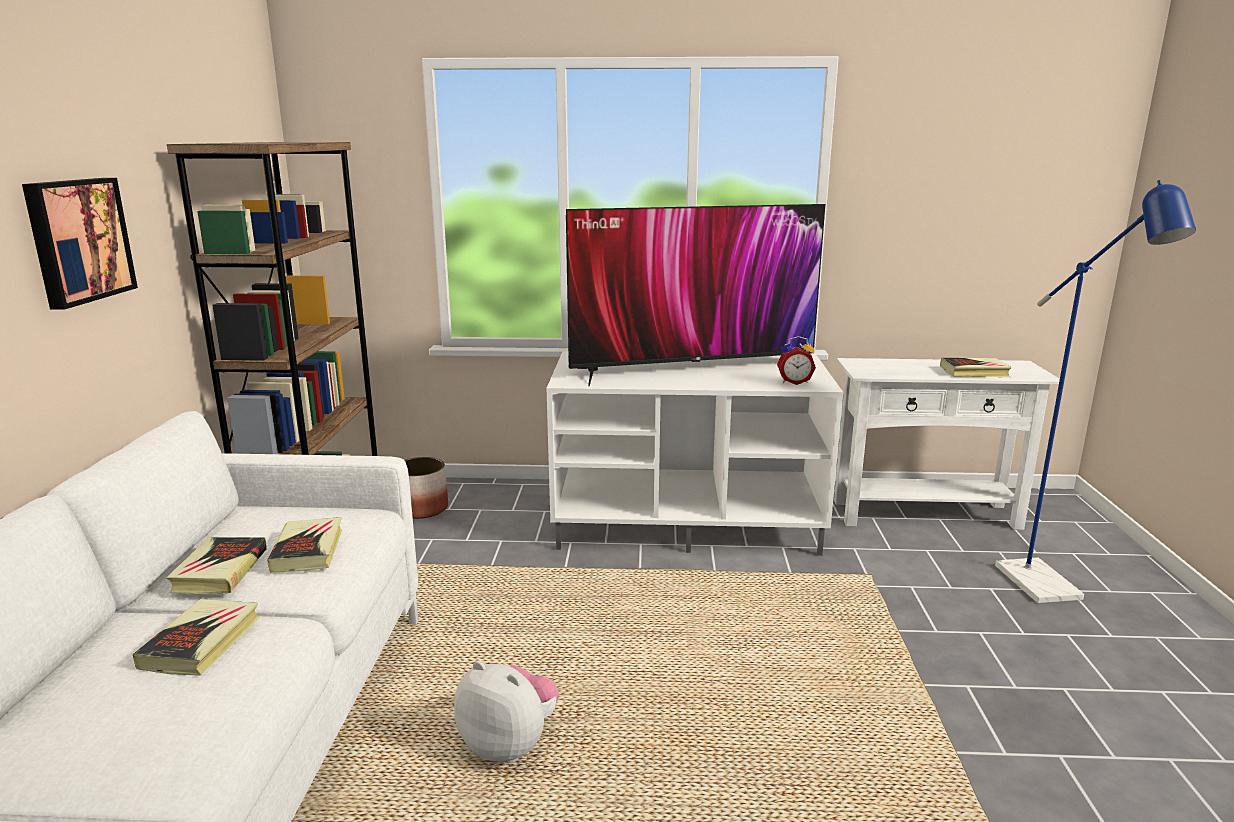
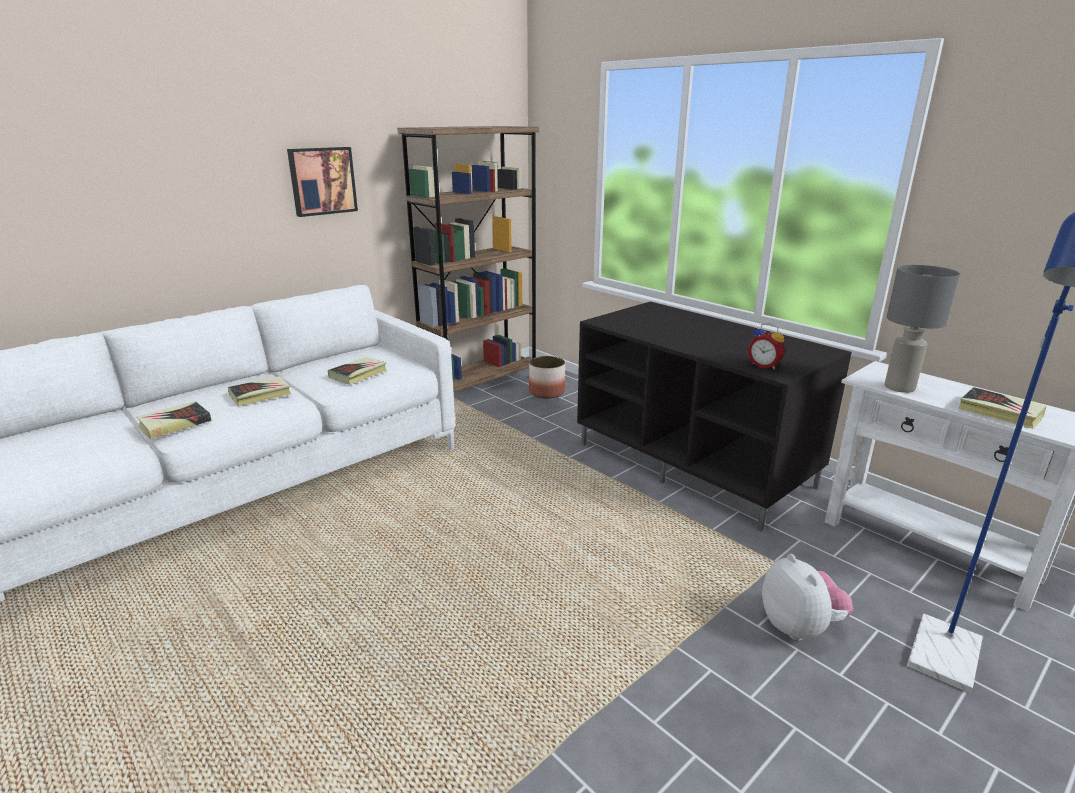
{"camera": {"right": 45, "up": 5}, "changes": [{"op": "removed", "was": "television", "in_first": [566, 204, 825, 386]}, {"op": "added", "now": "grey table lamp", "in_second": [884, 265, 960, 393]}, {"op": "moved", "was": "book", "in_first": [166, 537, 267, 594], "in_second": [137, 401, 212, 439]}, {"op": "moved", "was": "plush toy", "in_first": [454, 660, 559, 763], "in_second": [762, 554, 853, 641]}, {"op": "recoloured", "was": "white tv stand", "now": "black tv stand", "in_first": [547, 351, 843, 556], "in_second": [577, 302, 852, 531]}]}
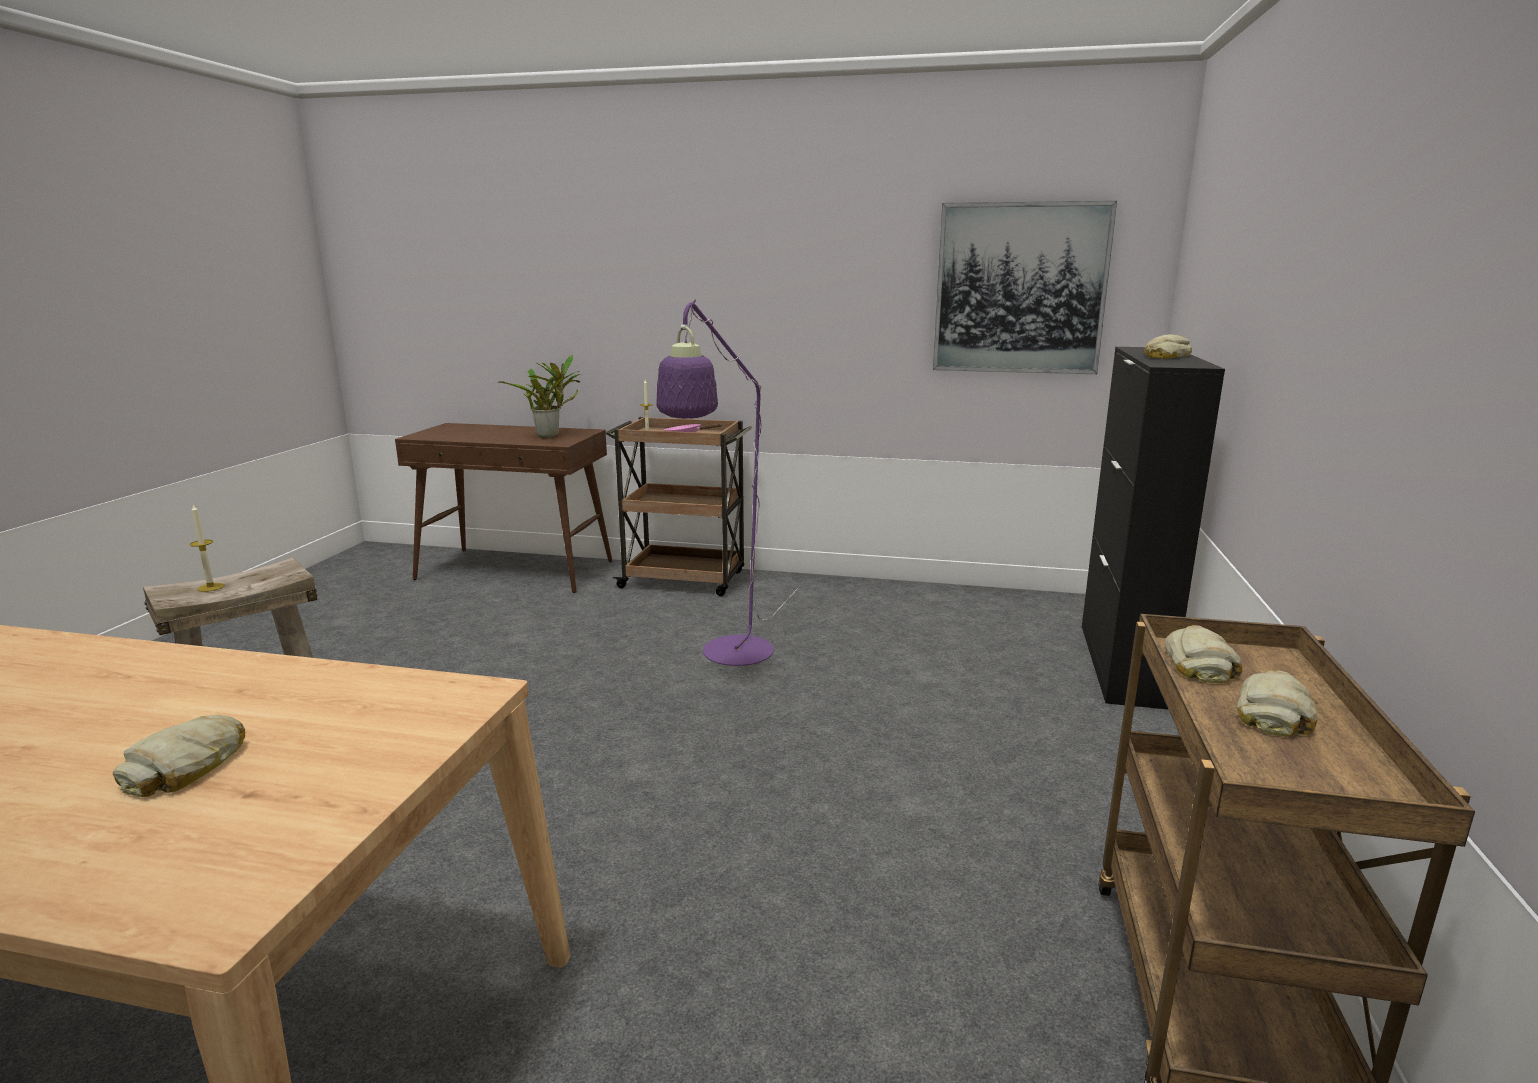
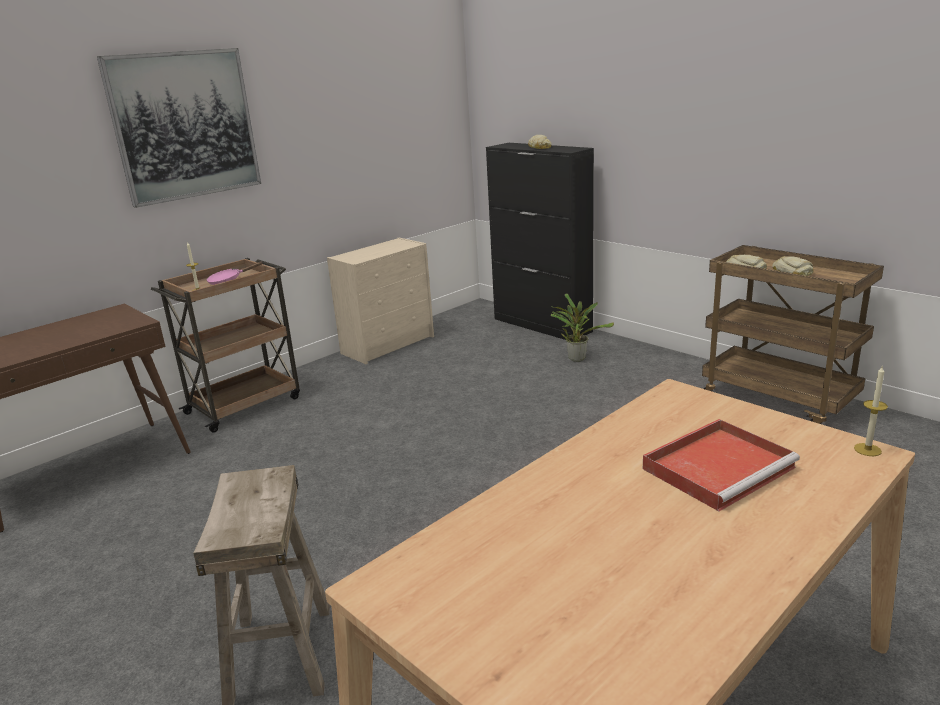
{"camera": {"right": -55, "up": 5}, "changes": [{"op": "removed", "was": "purple floor lamp", "in_first": [656, 299, 802, 666]}, {"op": "added", "now": "beige dresser", "in_second": [327, 238, 434, 364]}, {"op": "moved", "was": "candle", "in_first": [190, 504, 224, 592], "in_second": [854, 365, 888, 456]}, {"op": "moved", "was": "potted plant", "in_first": [498, 355, 580, 438], "in_second": [551, 293, 614, 362]}, {"op": "moved", "was": "picture", "in_first": [933, 201, 1117, 374], "in_second": [97, 48, 261, 208]}, {"op": "replaced", "was": "bread", "now": "red tray", "in_first": [113, 715, 245, 797], "in_second": [643, 419, 800, 512]}]}
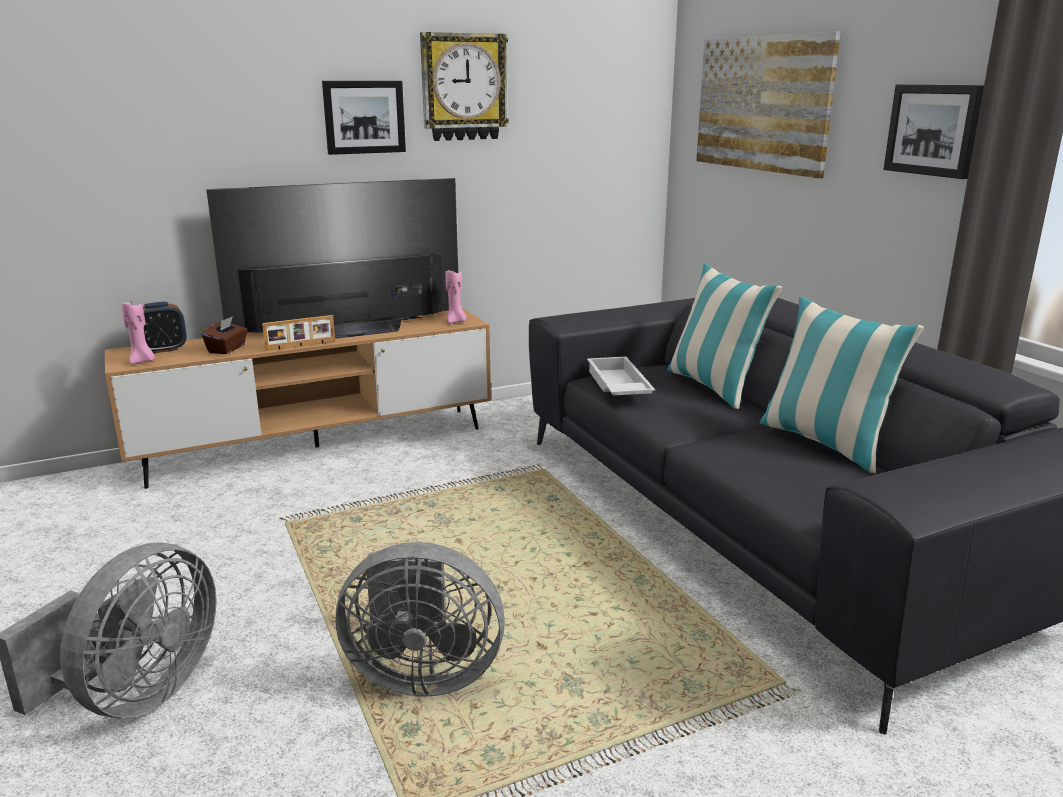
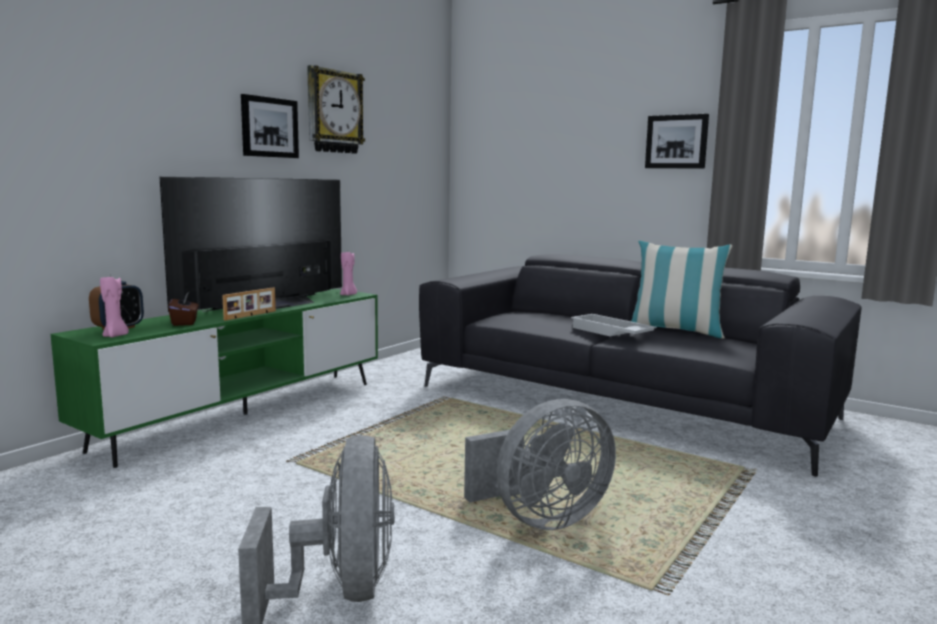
{"camera": {"right": -30, "up": -10}, "changes": [{"op": "removed", "was": "pillow", "in_first": [667, 264, 782, 409]}, {"op": "removed", "was": "picture", "in_first": [696, 31, 841, 178]}, {"op": "moved", "was": "white tray", "in_first": [587, 357, 655, 396], "in_second": [571, 314, 657, 336]}, {"op": "recoloured", "was": "brown tv stand", "now": "green tv stand", "in_first": [105, 308, 491, 489], "in_second": [51, 289, 378, 468]}]}
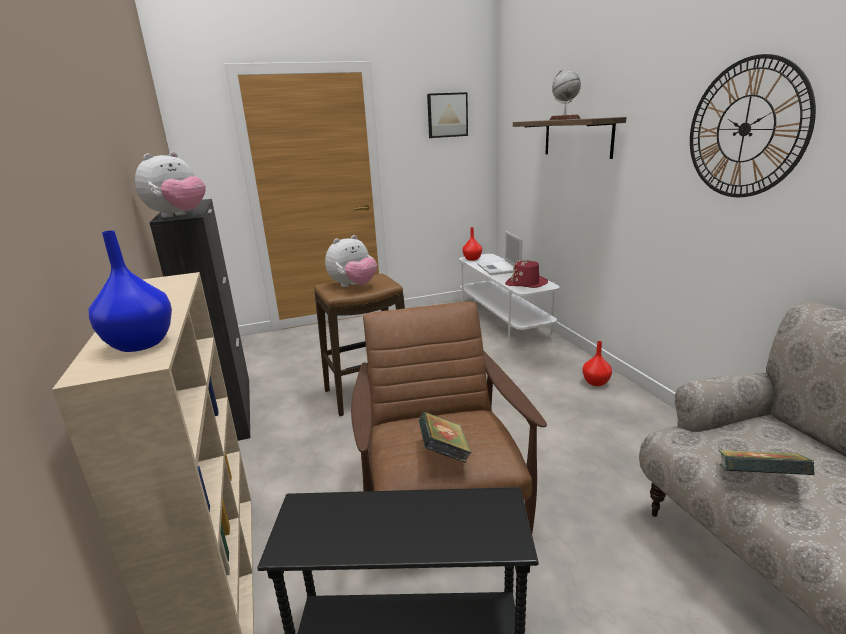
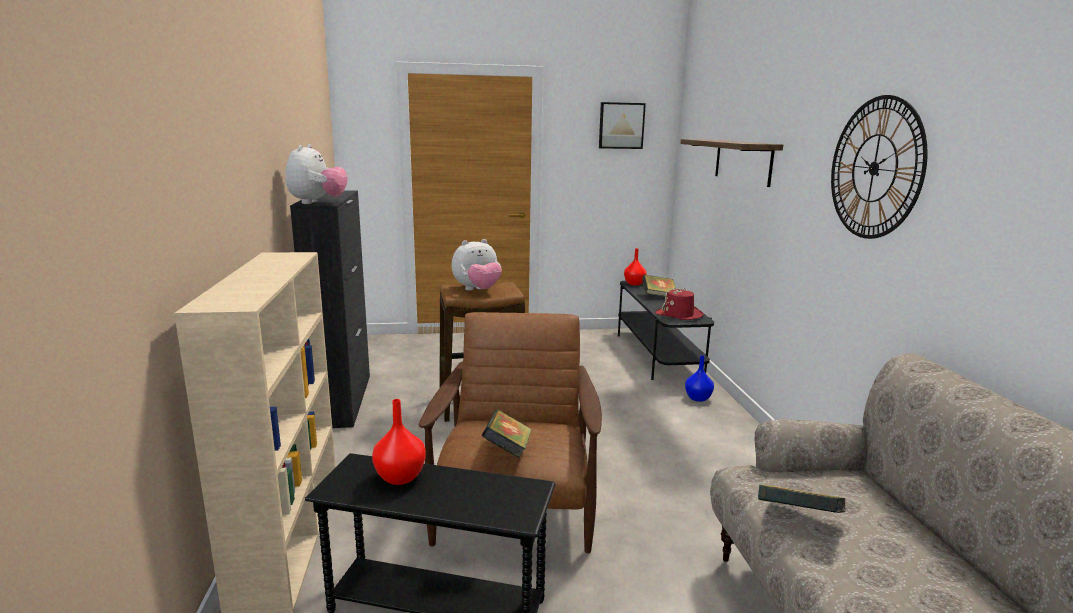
{"camera": {"right": 10, "up": -5}, "changes": [{"op": "removed", "was": "globe", "in_first": [549, 70, 581, 120]}, {"op": "moved", "was": "blue vase", "in_first": [88, 230, 172, 352], "in_second": [685, 355, 714, 402]}, {"op": "moved", "was": "red vase", "in_first": [582, 341, 612, 386], "in_second": [372, 399, 426, 485]}, {"op": "replaced", "was": "laptop", "now": "book", "in_first": [477, 231, 522, 275], "in_second": [642, 275, 676, 297]}, {"op": "recoloured", "was": "white tv stand", "now": "black tv stand", "in_first": [459, 254, 559, 344], "in_second": [618, 281, 714, 380]}, {"op": "turned", "was": "plush toy", "in_first": [135, 152, 206, 218], "in_second": [286, 144, 348, 204], "clockwise": -45}]}
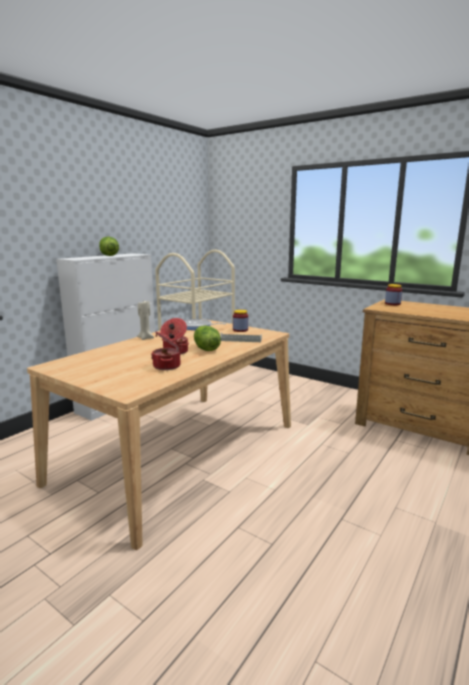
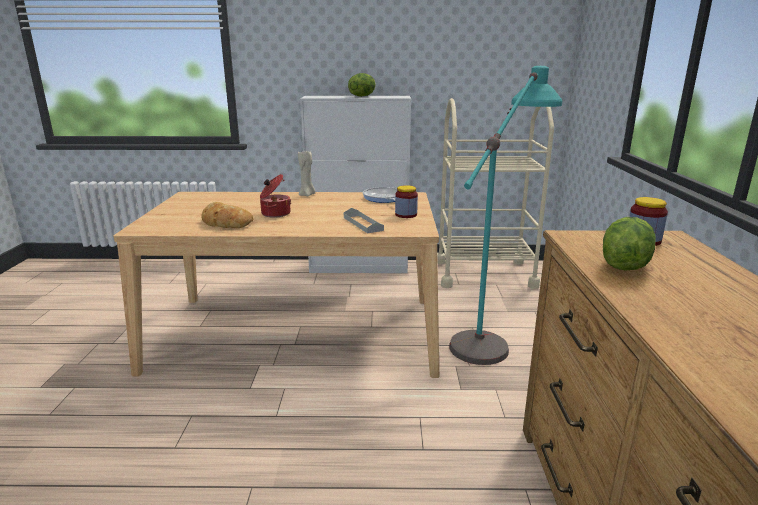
{"camera": {"right": 55, "up": 5}, "changes": [{"op": "added", "now": "turquoise floor lamp", "in_second": [449, 66, 562, 365]}, {"op": "moved", "was": "lettuce", "in_first": [194, 326, 221, 351], "in_second": [603, 217, 656, 271]}, {"op": "replaced", "was": "cooking pot", "now": "bread", "in_first": [151, 332, 181, 370], "in_second": [201, 202, 254, 228]}]}
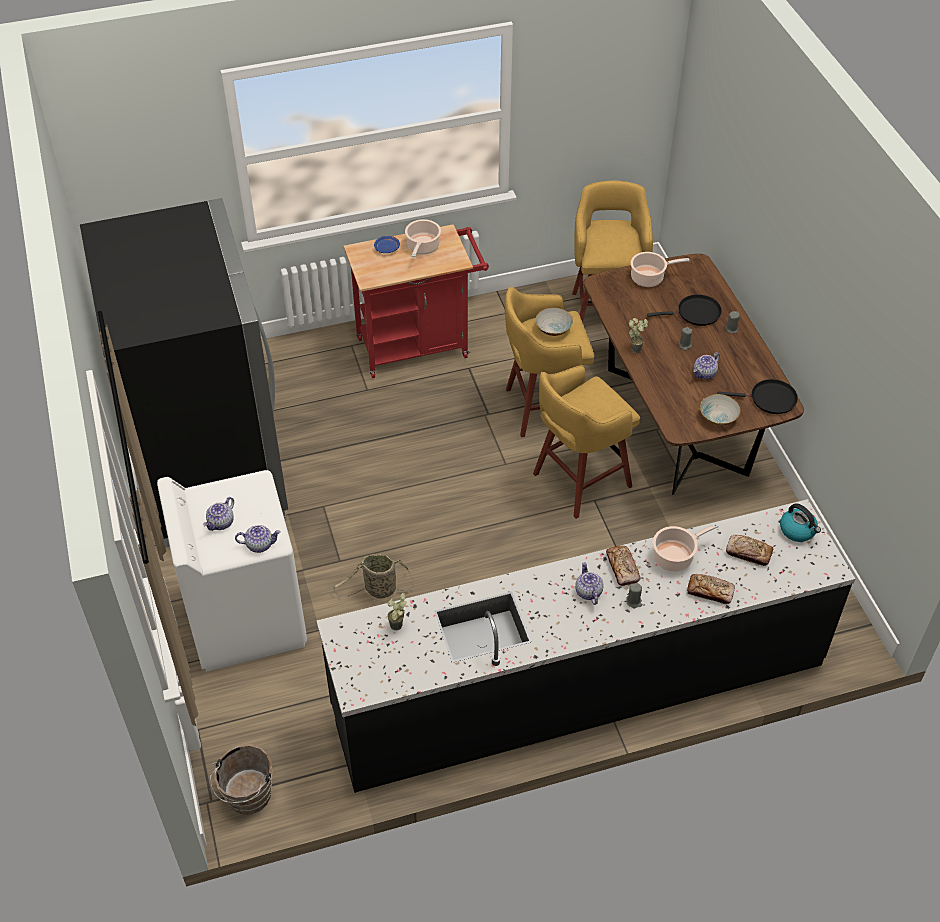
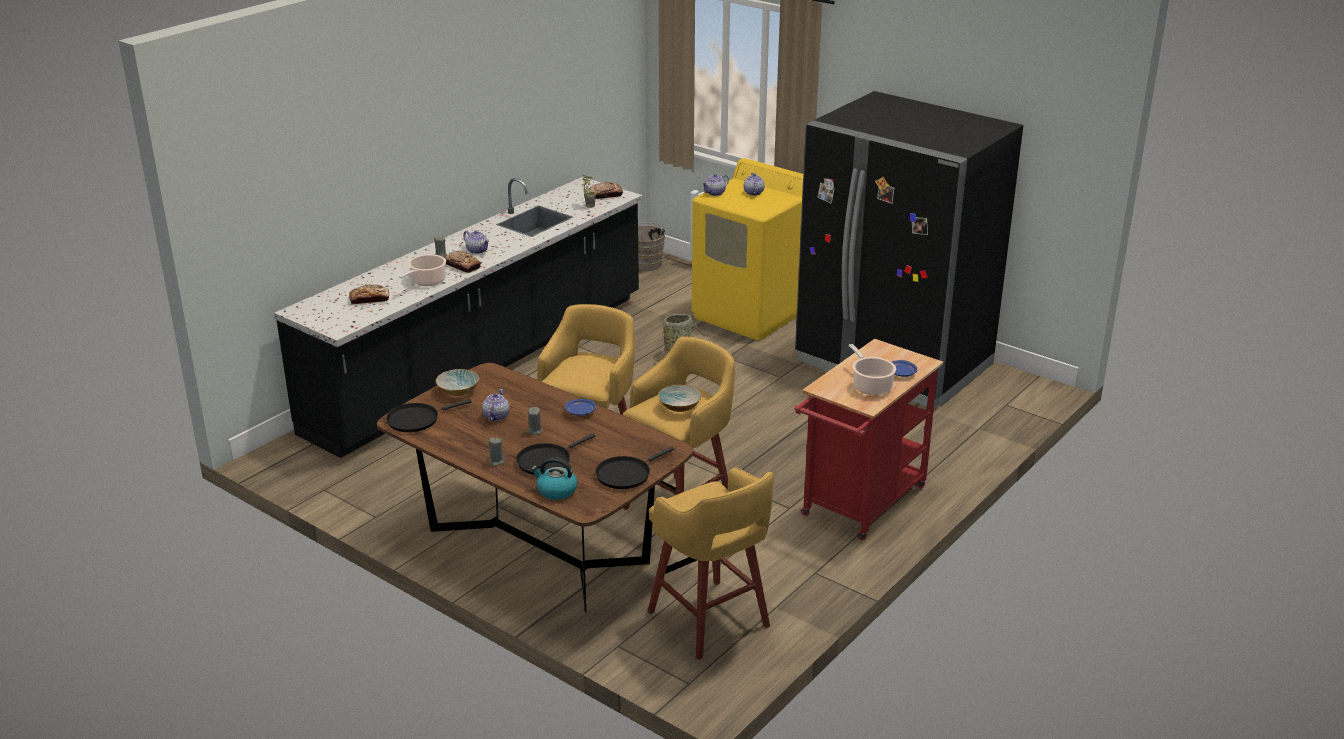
{"camera": {"right": 145, "up": -20}, "changes": [{"op": "moved", "was": "bread", "in_first": [687, 574, 735, 604], "in_second": [589, 182, 623, 199]}, {"op": "moved", "was": "kettle", "in_first": [780, 503, 821, 542], "in_second": [531, 457, 577, 500]}, {"op": "replaced", "was": "potted plant", "now": "blue plate", "in_first": [629, 318, 648, 354], "in_second": [565, 399, 596, 416]}, {"op": "replaced", "was": "cooking pot", "now": "black frying pan", "in_first": [631, 252, 689, 287], "in_second": [595, 446, 674, 489]}, {"op": "recoloured", "was": "white washing machine", "now": "yellow washing machine", "in_first": [157, 470, 307, 672], "in_second": [692, 158, 803, 341]}]}
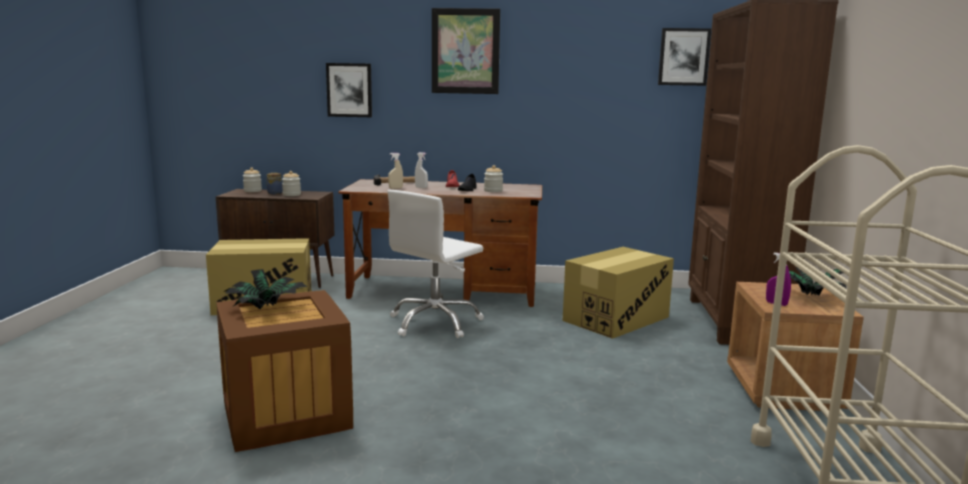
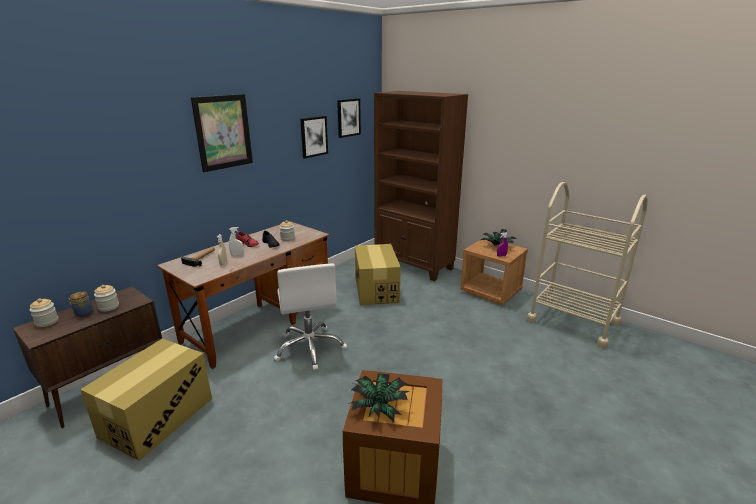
{"camera": {"right": -55, "up": 10}, "changes": [{"op": "moved", "was": "picture", "in_first": [326, 63, 372, 117], "in_second": [300, 116, 328, 158]}]}
